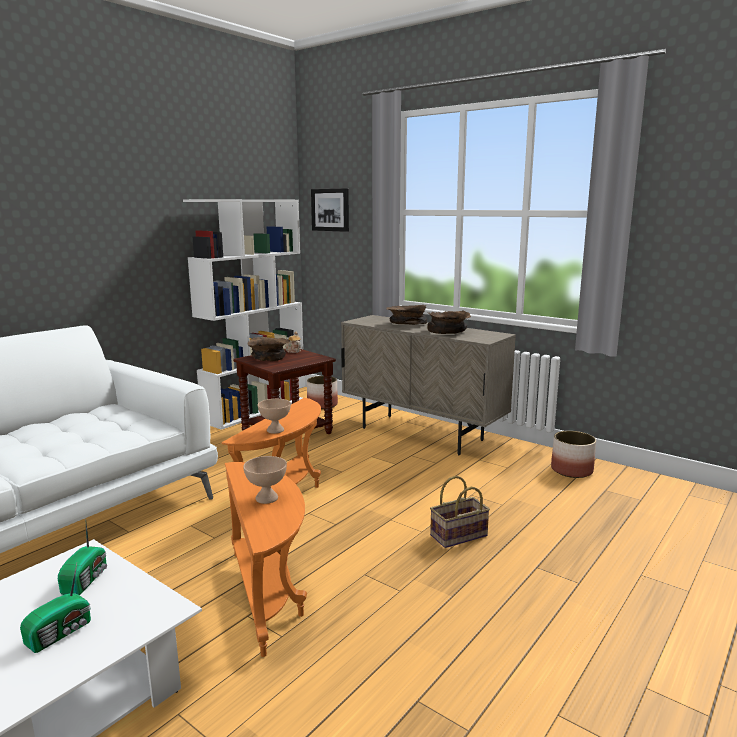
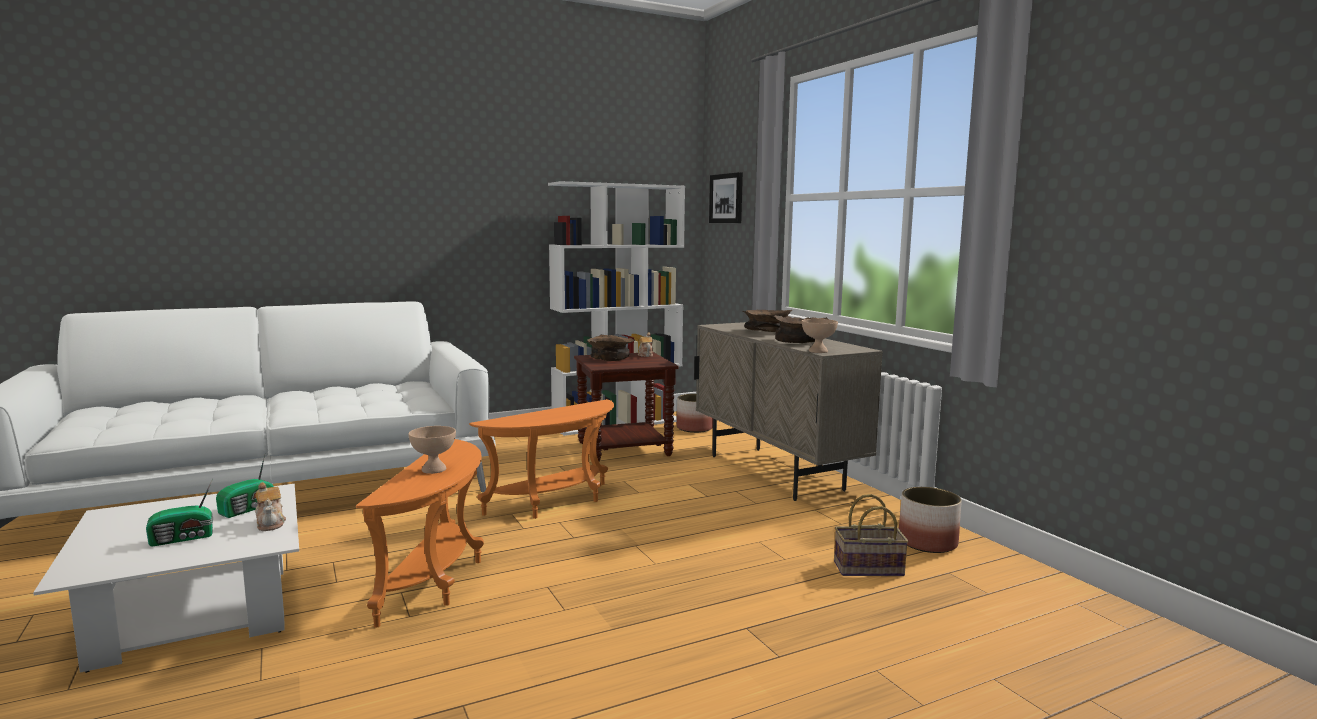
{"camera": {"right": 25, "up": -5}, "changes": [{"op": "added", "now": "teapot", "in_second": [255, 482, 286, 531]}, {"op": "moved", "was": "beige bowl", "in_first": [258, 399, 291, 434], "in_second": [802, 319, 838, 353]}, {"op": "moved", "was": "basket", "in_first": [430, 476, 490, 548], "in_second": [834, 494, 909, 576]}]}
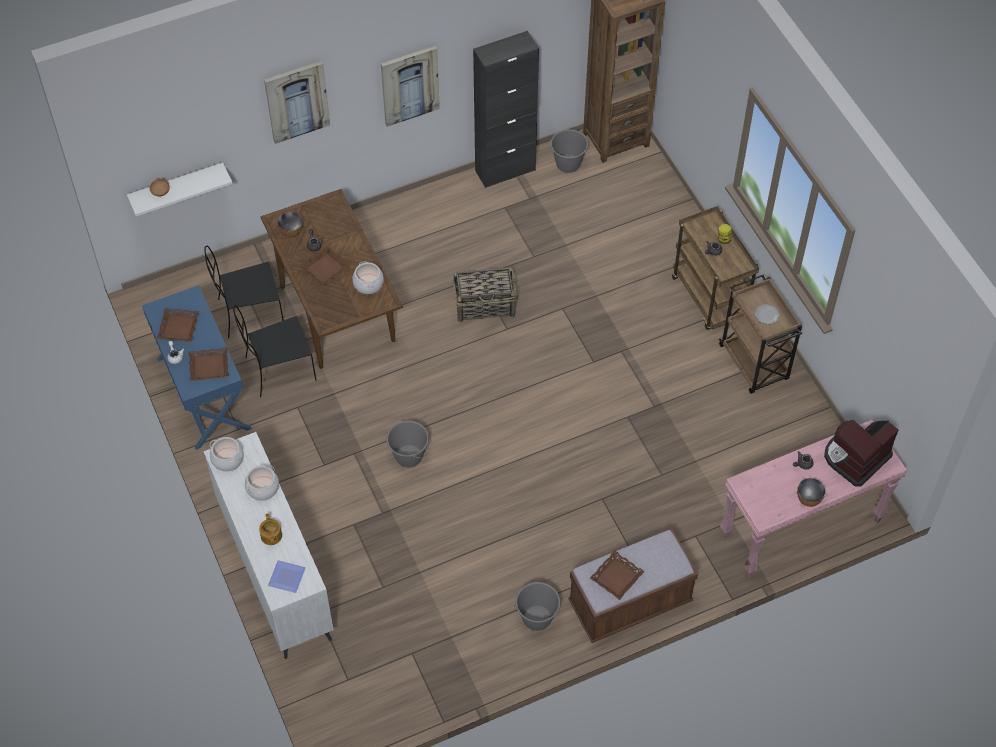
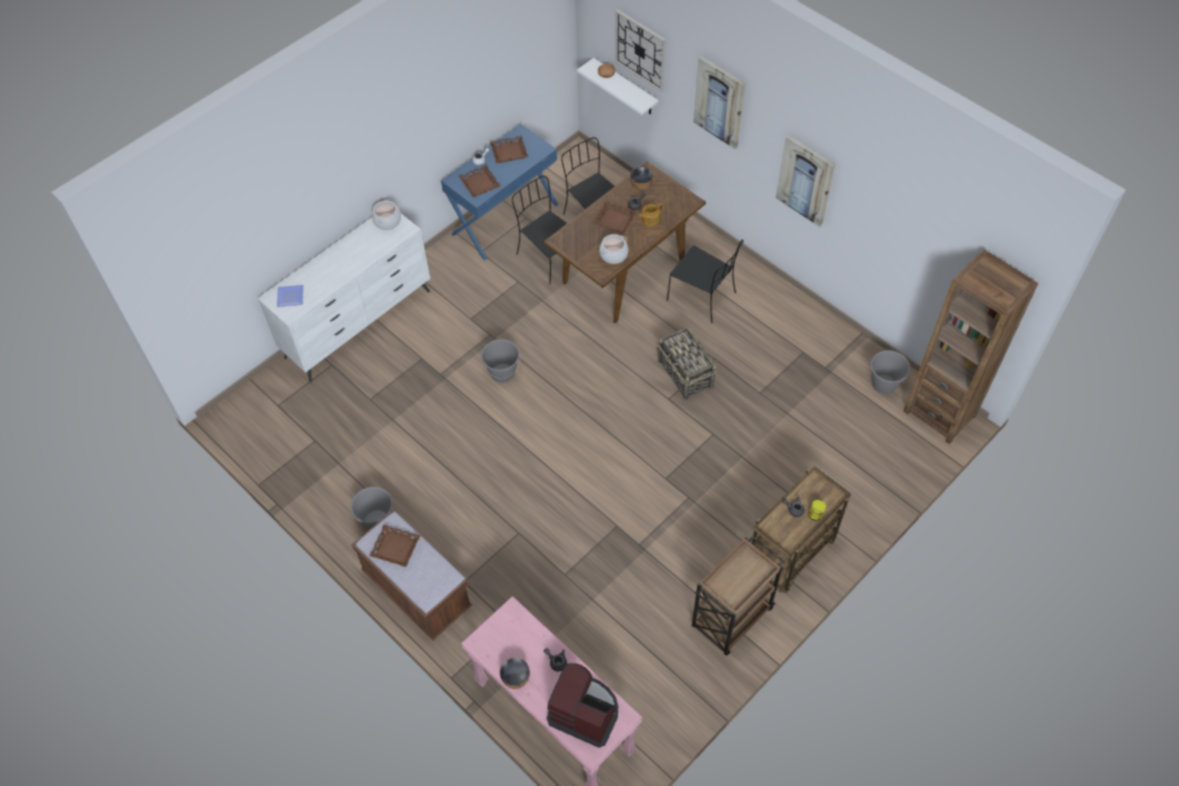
{"camera": {"right": 70, "up": 0}, "changes": [{"op": "removed", "was": "cooking pot", "in_first": [245, 465, 279, 501]}, {"op": "removed", "was": "black cabinet", "in_first": [473, 31, 539, 188]}, {"op": "removed", "was": "plate", "in_first": [755, 304, 780, 325]}, {"op": "added", "now": "wall clock", "in_second": [615, 9, 666, 92]}, {"op": "added", "now": "black chair", "in_second": [667, 239, 743, 323]}, {"op": "moved", "was": "teapot", "in_first": [259, 513, 282, 545], "in_second": [639, 203, 663, 226]}]}
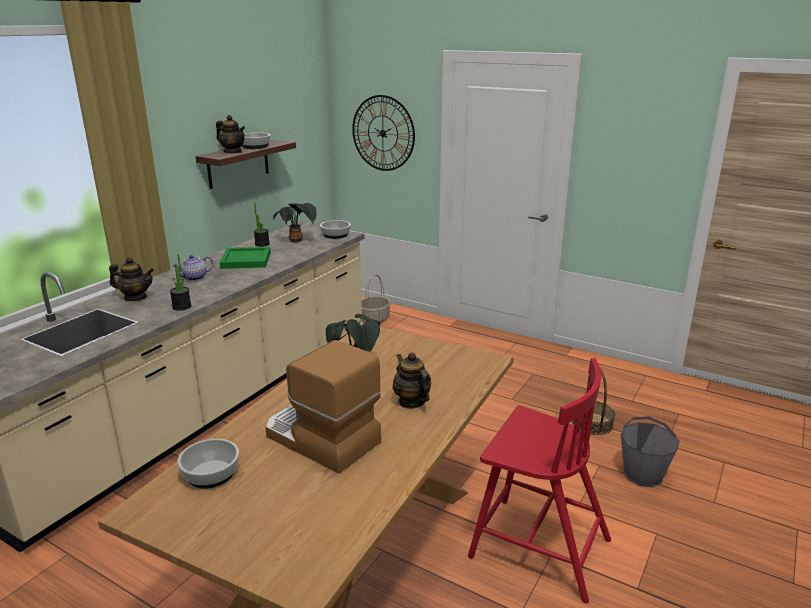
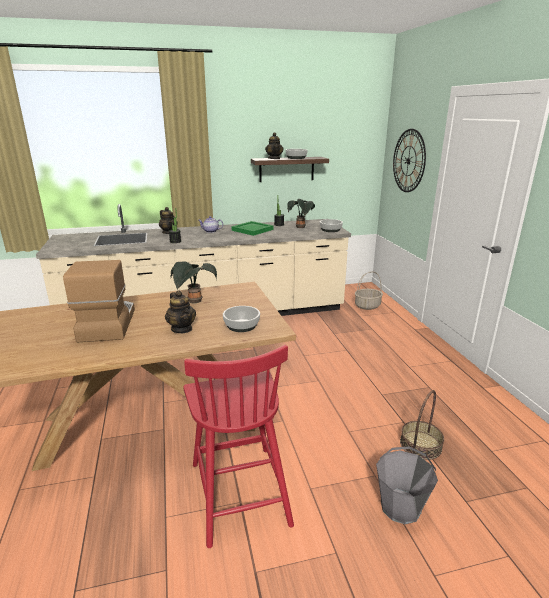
{"camera": {"right": 45, "up": 0}, "changes": [{"op": "moved", "was": "bowl", "in_first": [177, 439, 239, 489], "in_second": [223, 306, 260, 332]}, {"op": "turned", "was": "teapot", "in_first": [393, 352, 431, 409], "in_second": [165, 291, 196, 333], "clockwise": 135}]}
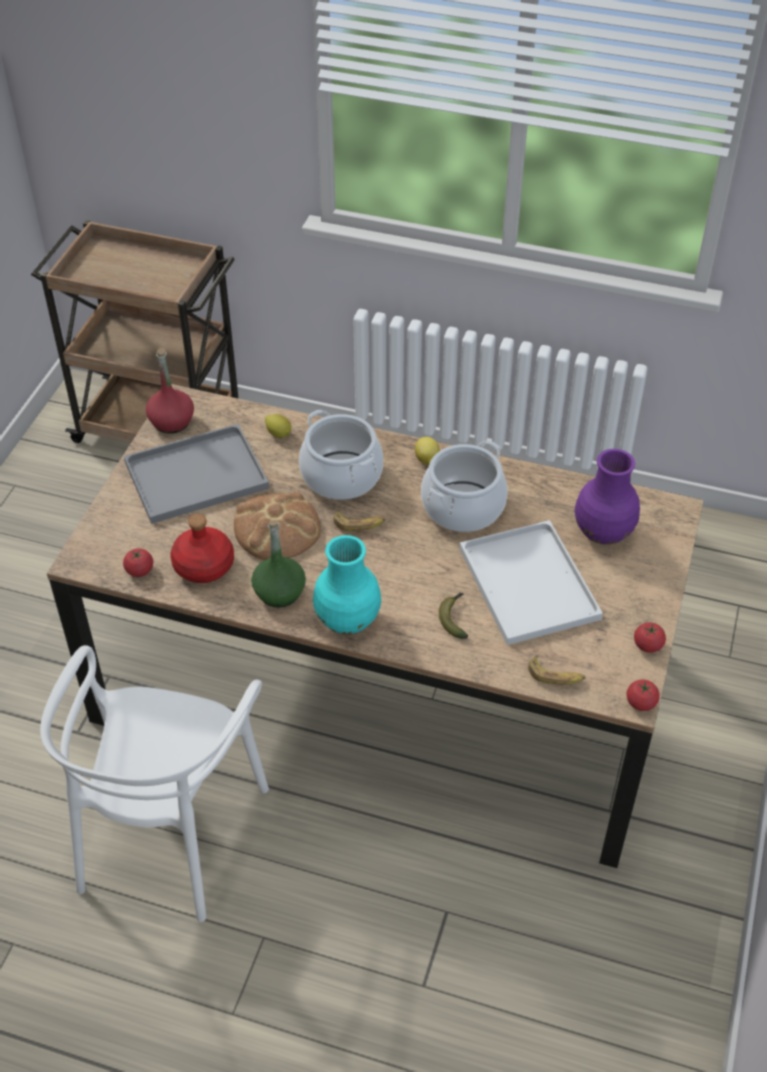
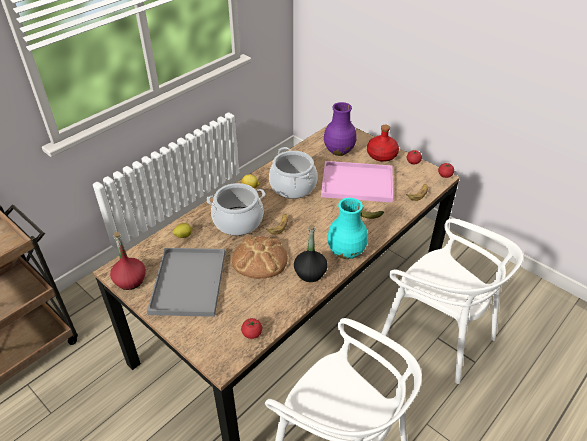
{"camera": {"right": -65, "up": -5}, "changes": [{"op": "added", "now": "white chair", "in_second": [381, 218, 524, 384]}, {"op": "moved", "was": "red bottle", "in_first": [170, 514, 234, 583], "in_second": [367, 125, 399, 162]}, {"op": "recoloured", "was": "green bottle", "now": "black bottle", "in_first": [251, 520, 306, 607], "in_second": [294, 225, 328, 282]}, {"op": "recoloured", "was": "white tray", "now": "pink tray", "in_first": [459, 520, 603, 645], "in_second": [321, 161, 393, 203]}]}
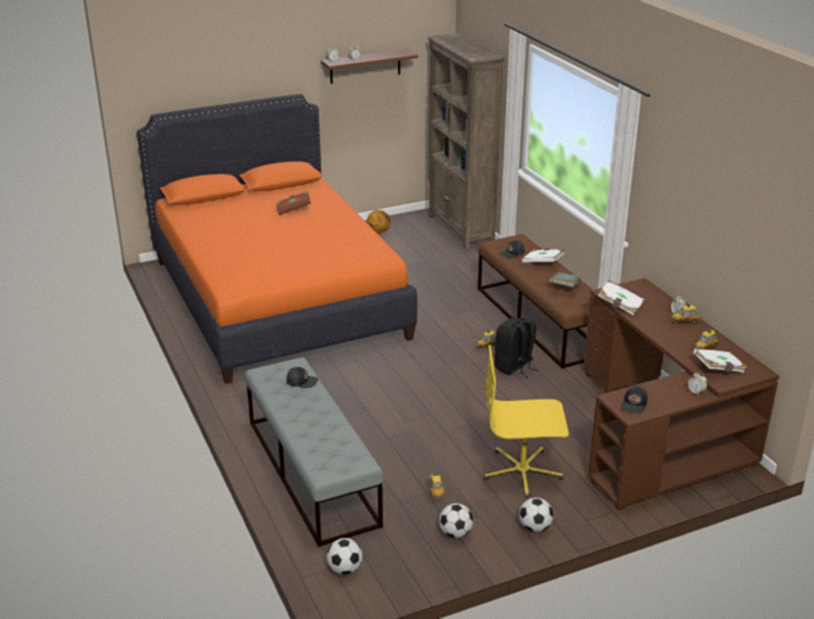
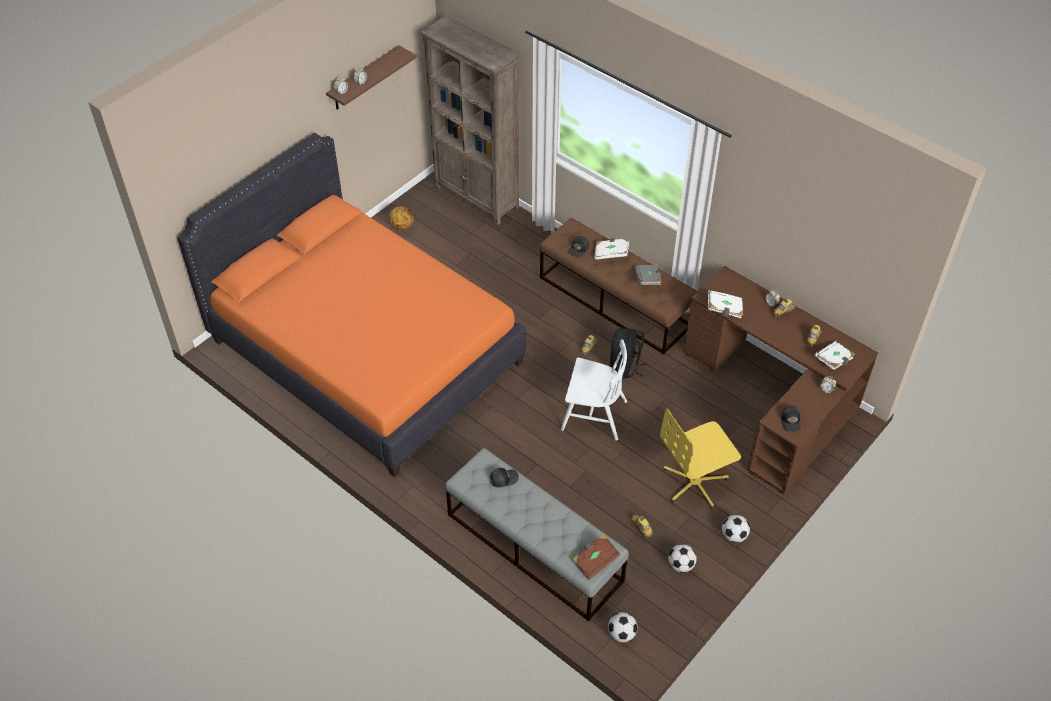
{"camera": {"right": -25, "up": 20}, "changes": [{"op": "added", "now": "white chair", "in_second": [561, 339, 627, 441]}, {"op": "moved", "was": "brown book", "in_first": [276, 191, 311, 215], "in_second": [572, 534, 620, 580]}]}
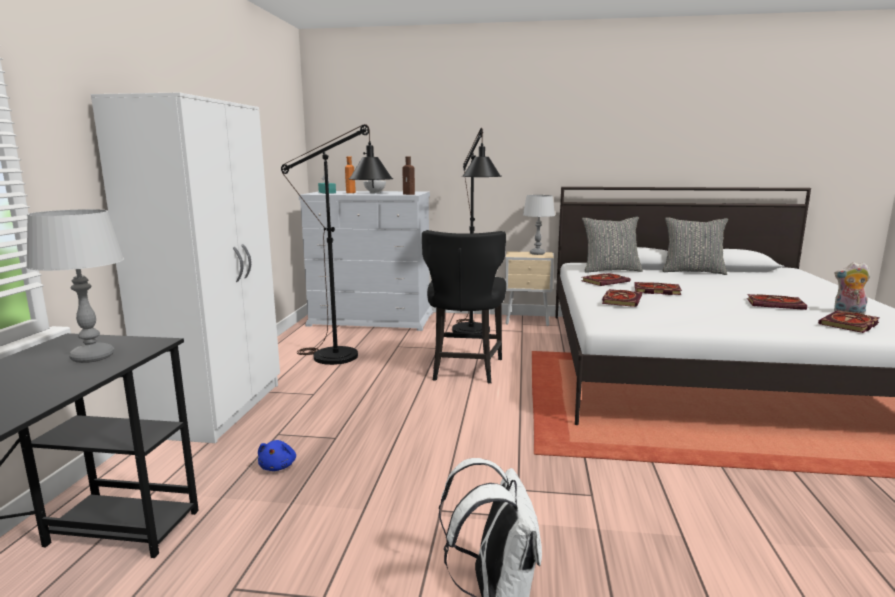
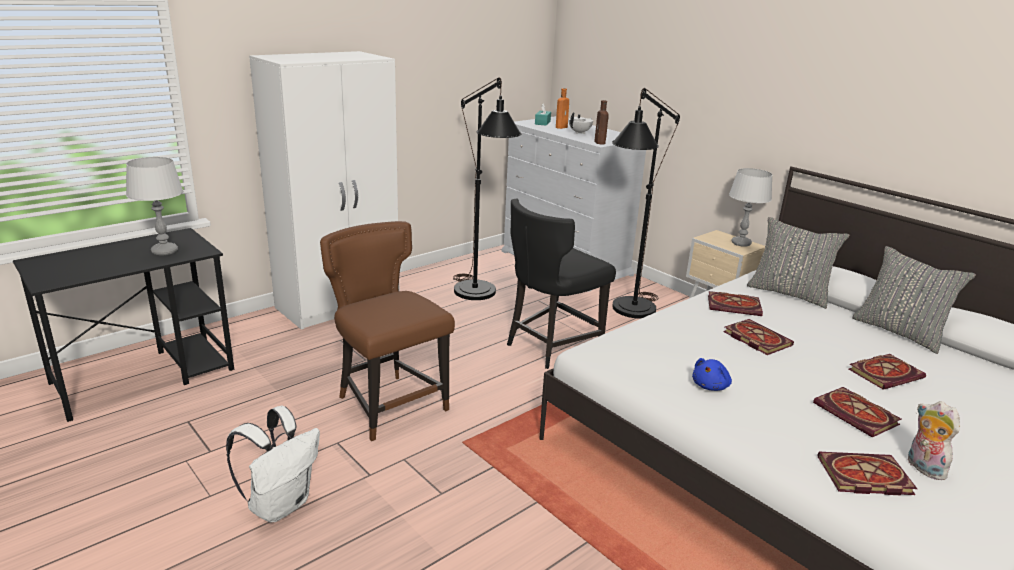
{"camera": {"right": 40, "up": 10}, "changes": [{"op": "added", "now": "brown chair", "in_second": [320, 221, 455, 441]}, {"op": "moved", "was": "blue plush toy", "in_first": [258, 440, 296, 471], "in_second": [692, 358, 732, 391]}, {"op": "moved", "was": "book", "in_first": [602, 289, 642, 307], "in_second": [849, 354, 926, 390]}]}
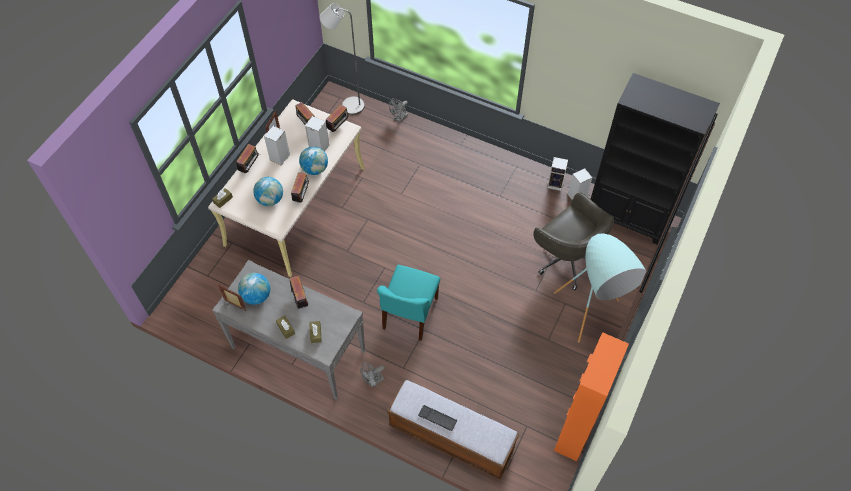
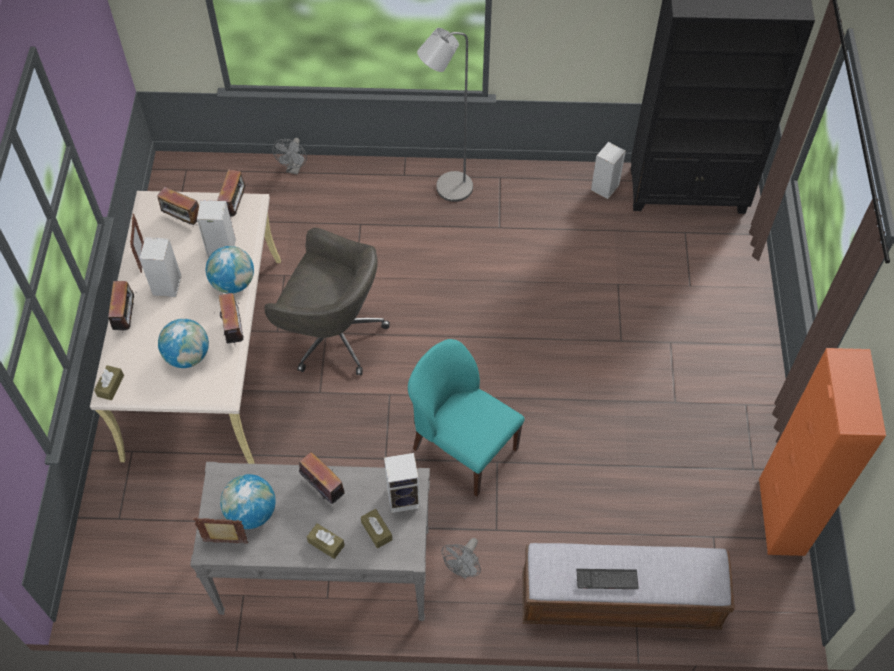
{"camera": {"right": -25, "up": 0}, "changes": [{"op": "removed", "was": "turquoise floor lamp", "in_first": [554, 233, 646, 342]}, {"op": "moved", "was": "grey floor lamp", "in_first": [319, 3, 365, 115], "in_second": [417, 28, 473, 202]}, {"op": "moved", "was": "grey office chair", "in_first": [533, 193, 614, 290], "in_second": [264, 228, 390, 375]}, {"op": "moved", "was": "speaker", "in_first": [547, 157, 568, 191], "in_second": [384, 453, 420, 513]}, {"op": "turned", "was": "turquoise chair", "in_first": [377, 265, 440, 341], "in_second": [408, 339, 525, 496], "clockwise": 135}]}
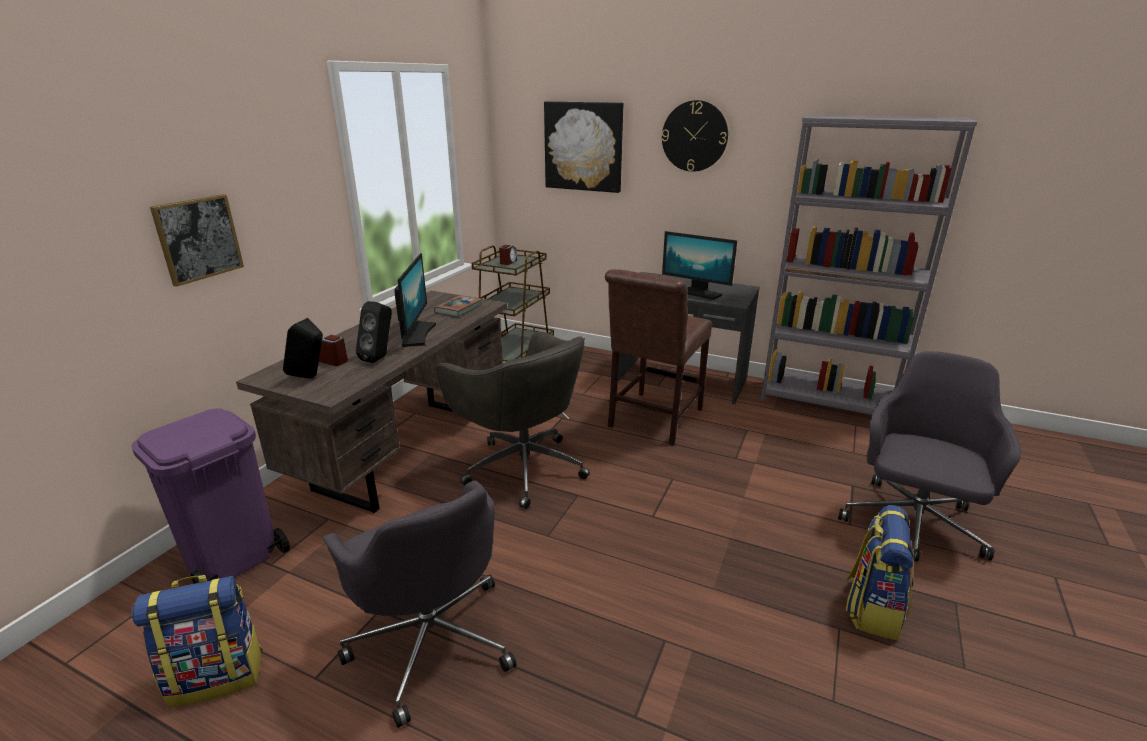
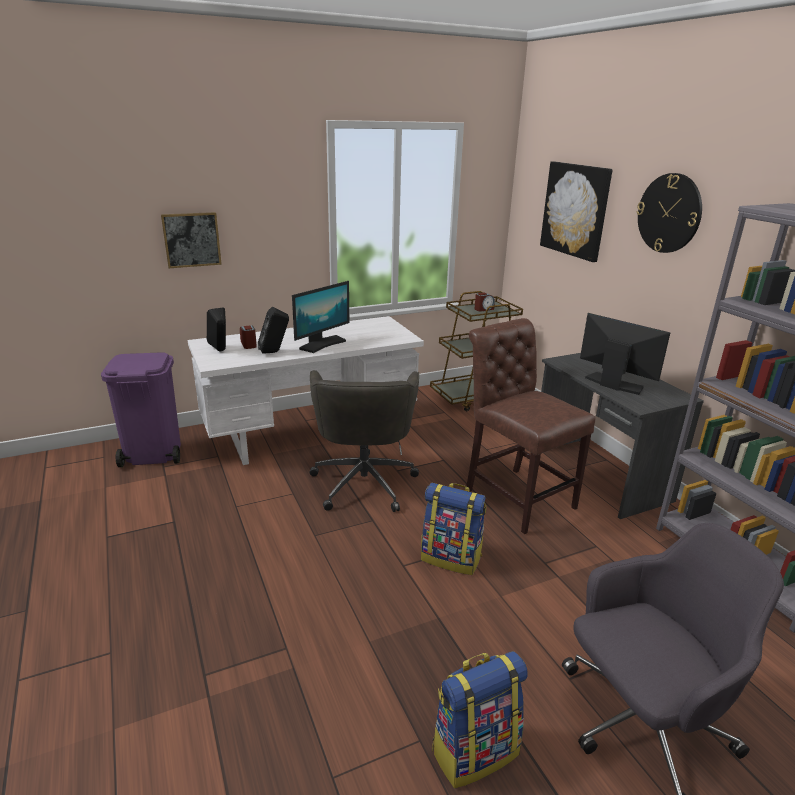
{"camera": {"right": 40, "up": 0}, "changes": [{"op": "removed", "was": "grey office chair", "in_first": [322, 481, 516, 728]}, {"op": "removed", "was": "book", "in_first": [434, 296, 482, 317]}, {"op": "moved", "was": "backpack", "in_first": [132, 575, 263, 707], "in_second": [421, 483, 486, 575]}, {"op": "recoloured", "was": "brown desk", "now": "white desk", "in_first": [236, 291, 507, 513], "in_second": [188, 316, 424, 465]}, {"op": "turned", "was": "brown chair", "in_first": [605, 269, 712, 445], "in_second": [466, 318, 596, 534], "clockwise": 75}, {"op": "turned", "was": "monitor", "in_first": [662, 231, 737, 300], "in_second": [580, 313, 671, 395], "clockwise": 150}]}
